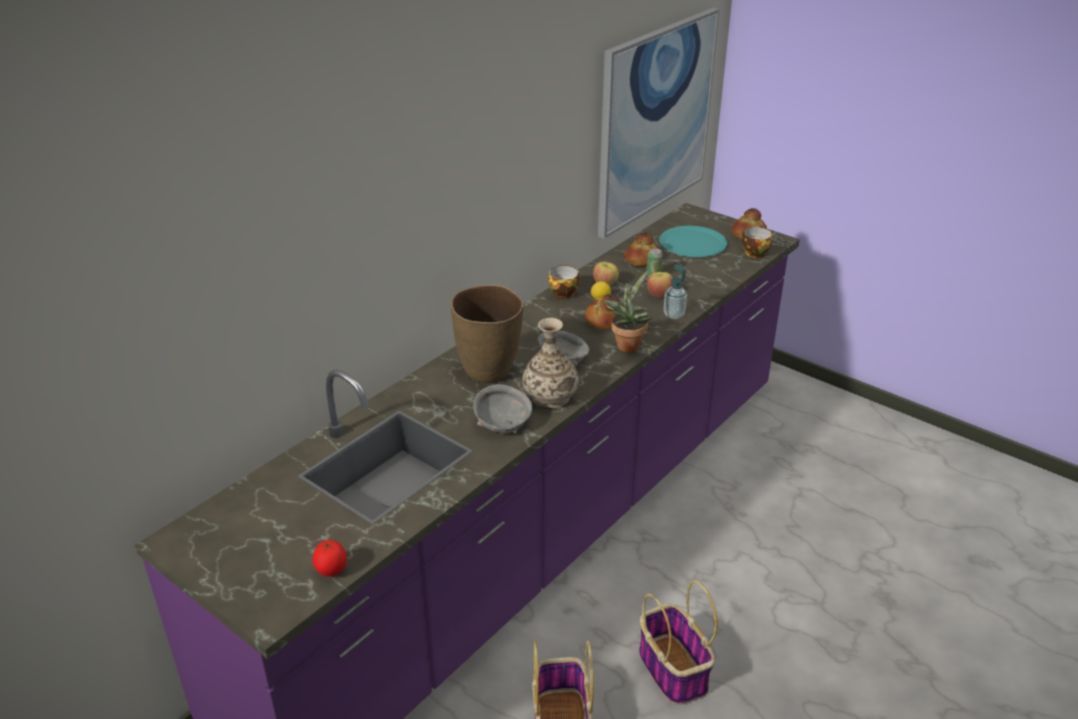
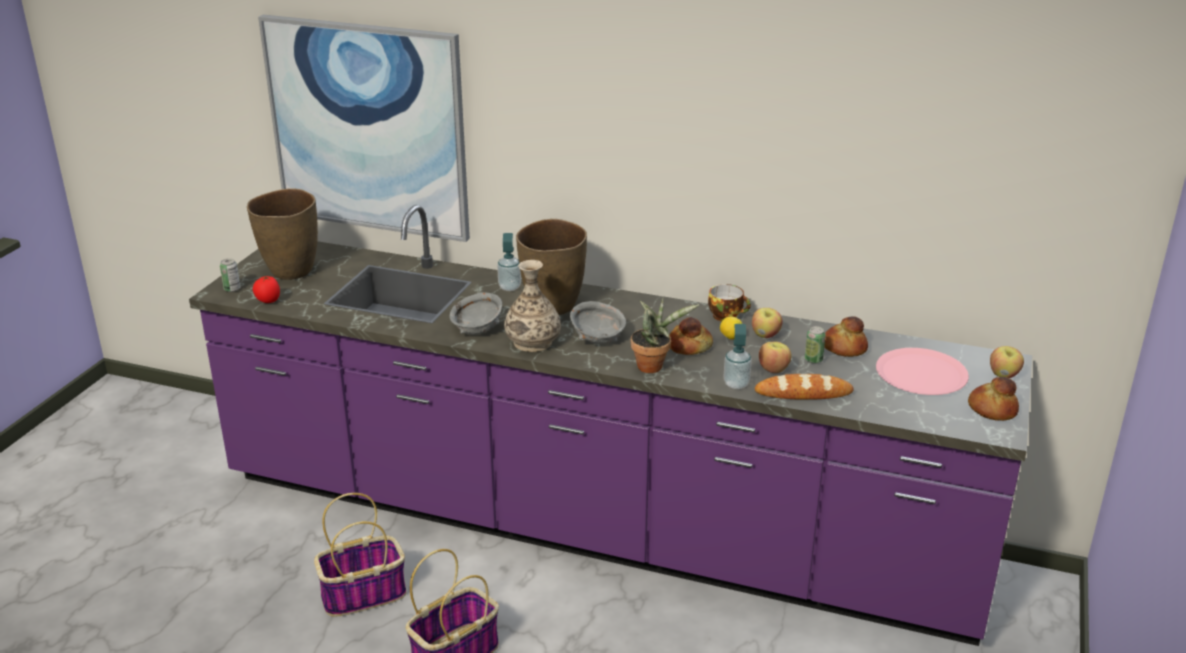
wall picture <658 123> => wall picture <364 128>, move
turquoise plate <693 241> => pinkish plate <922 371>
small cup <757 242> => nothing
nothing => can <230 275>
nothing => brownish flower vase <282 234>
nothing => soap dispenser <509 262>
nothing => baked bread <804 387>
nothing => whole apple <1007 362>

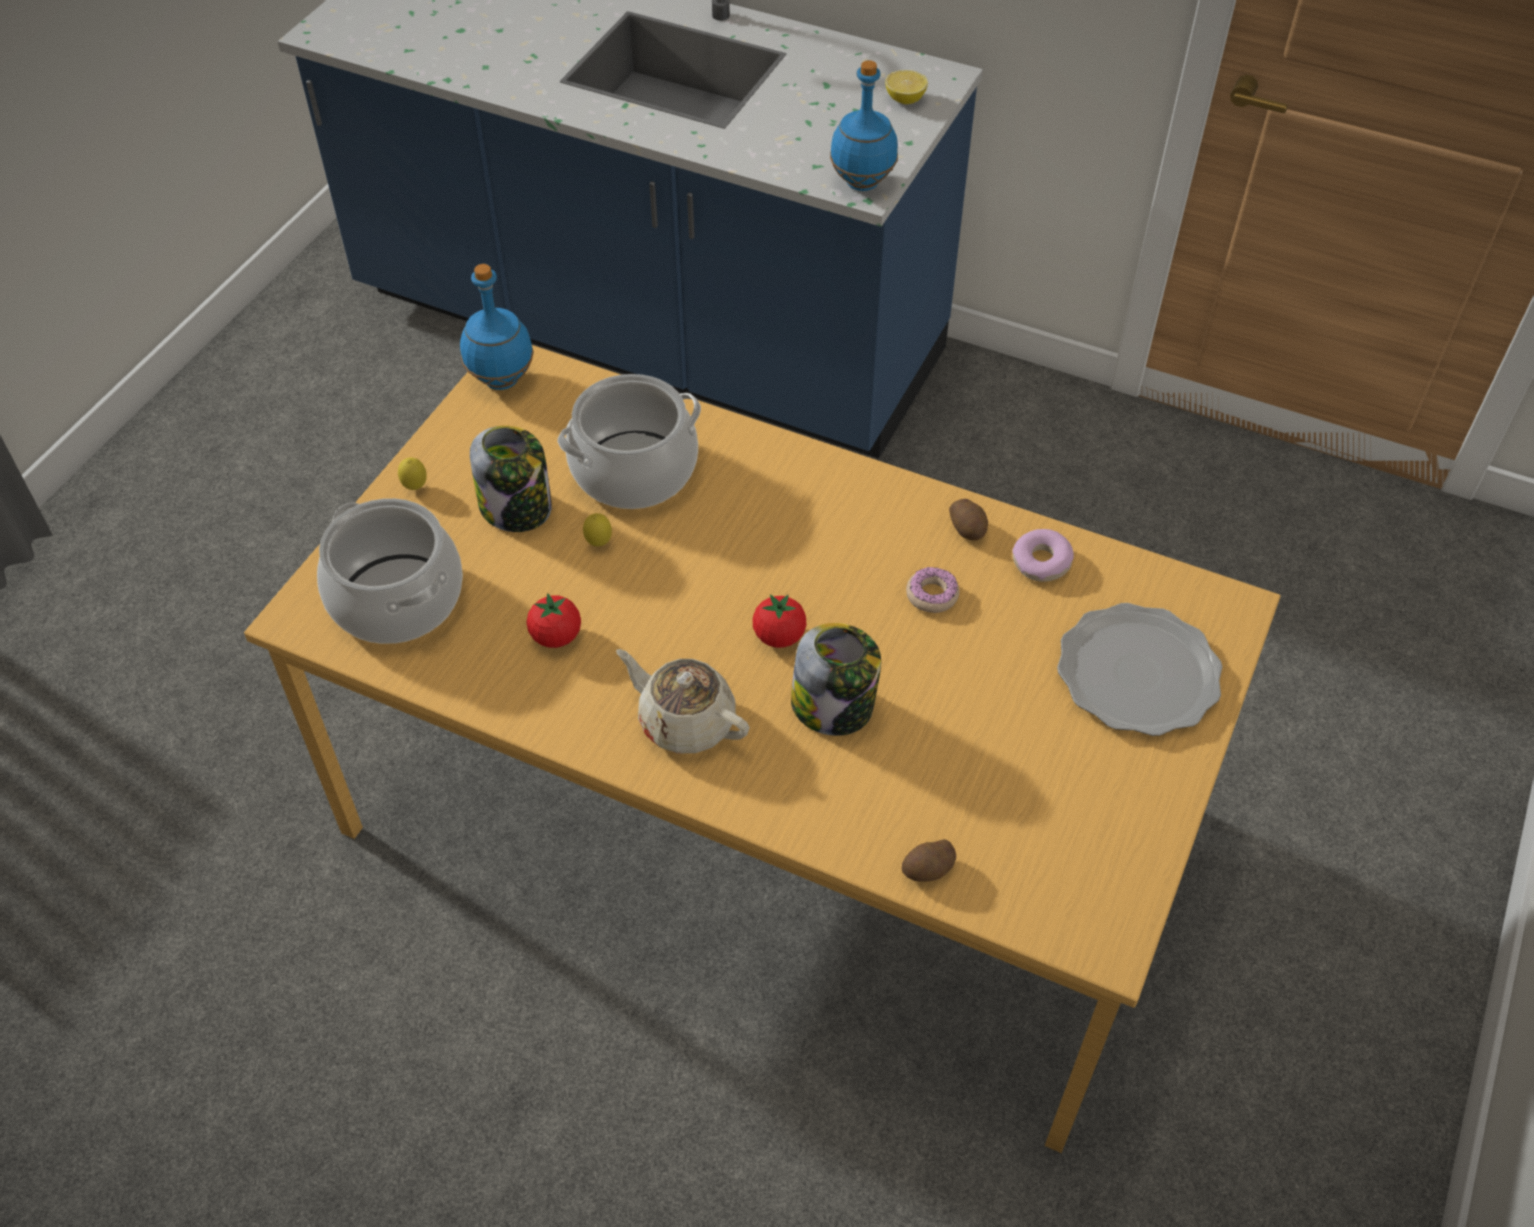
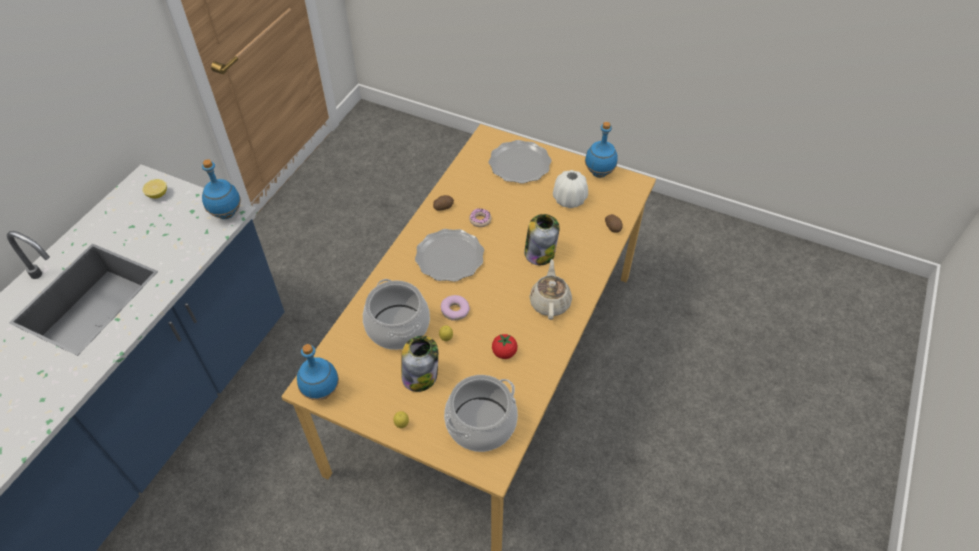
sand-coloured pot for tea <683 701> => sand-coloured pot for tea <550 289>, 150 degrees clockwise
whole tomato <779 621> => nothing
doughnut <1043 555> => doughnut <455 308>, move
nothing => plate <449 255>
nothing => white flower vase <570 189>
nothing => bluish bottle <601 150>

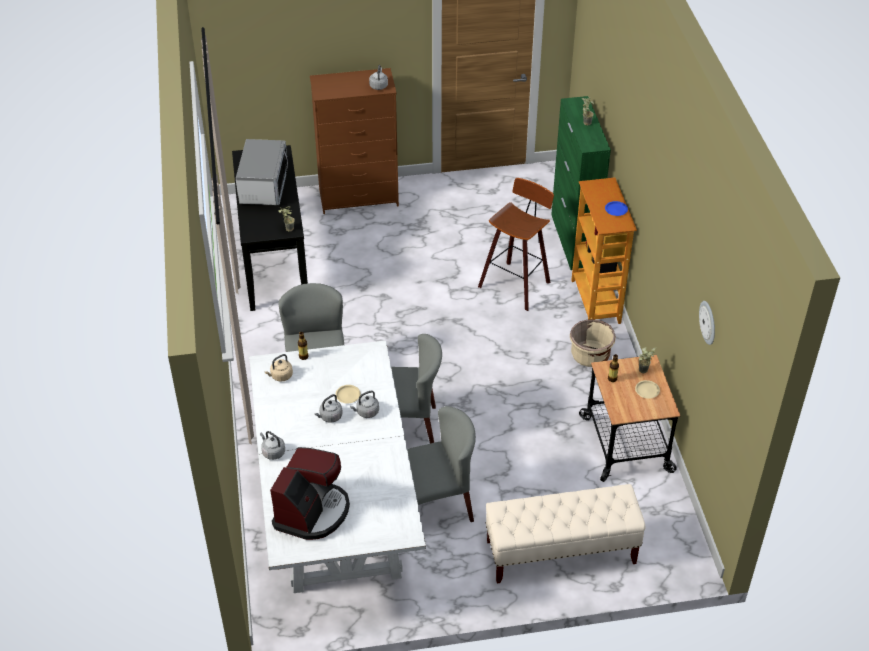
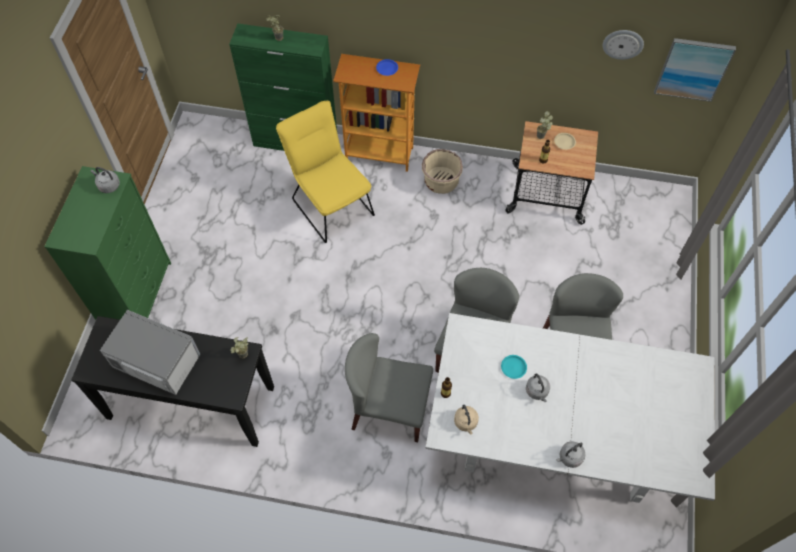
coffee maker <310 493> => nothing
brownish drawer chest <354 141> => green-coloured drawer chest <107 243>
sand-coloured plate <348 394> => turquoise plate <514 367>
grey kettle <364 404> => nothing
stool <516 244> => yellowish upright chair <325 172>
sand-coloured long seat <565 533> => nothing
nothing => wall picture <695 70>

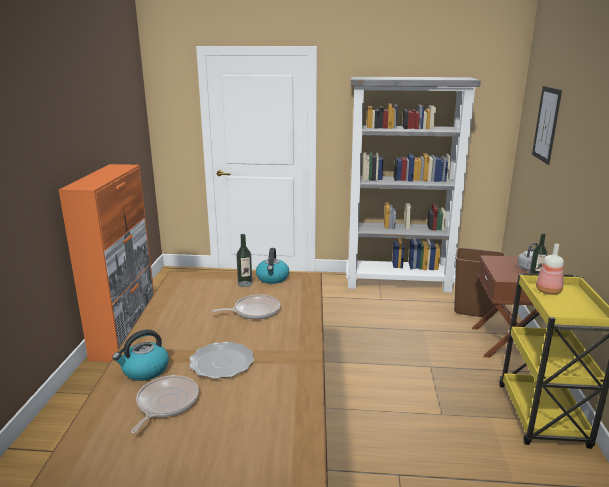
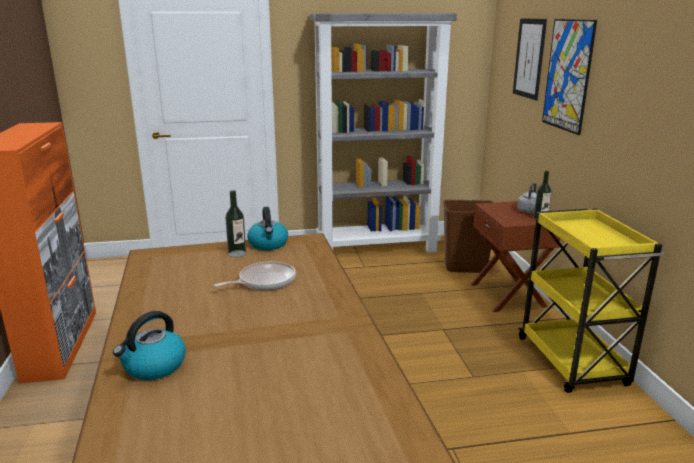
frying pan <165 404> => nothing
plate <221 360> => nothing
bottle <550 269> => nothing
nothing => wall picture <569 77>

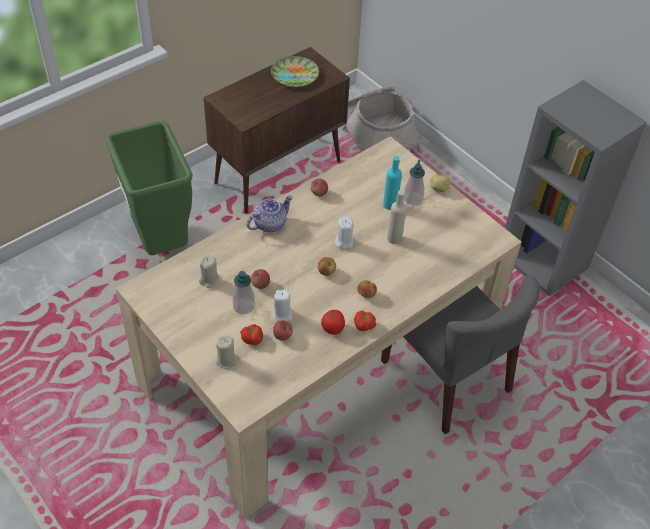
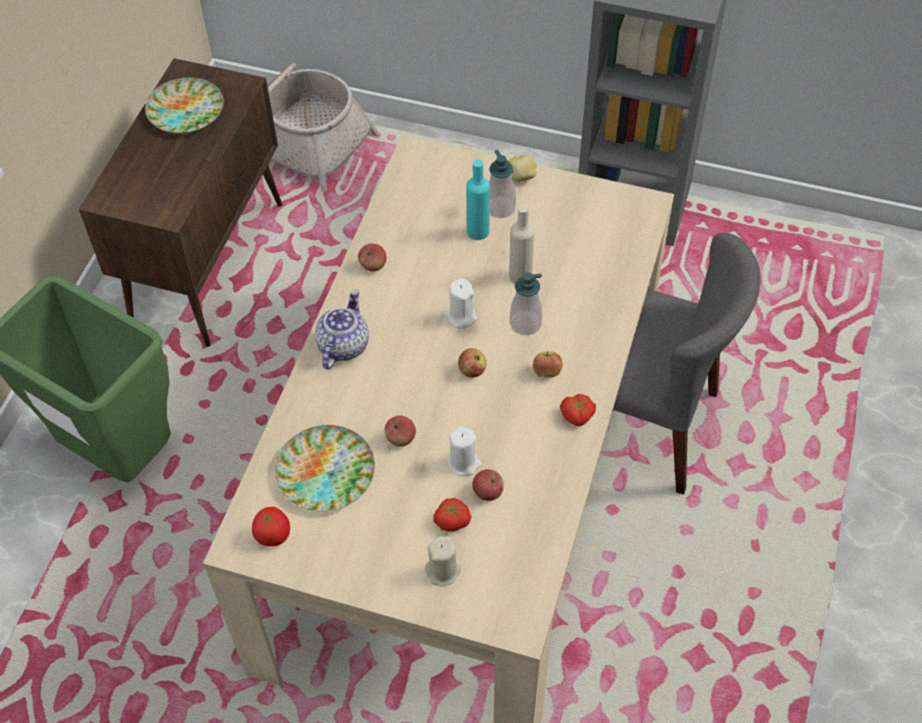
sand-coloured candle <209 271> => plate <325 468>
soap dispenser <244 292> => soap dispenser <526 303>, move
whole tomato <333 322> => whole tomato <271 526>, move

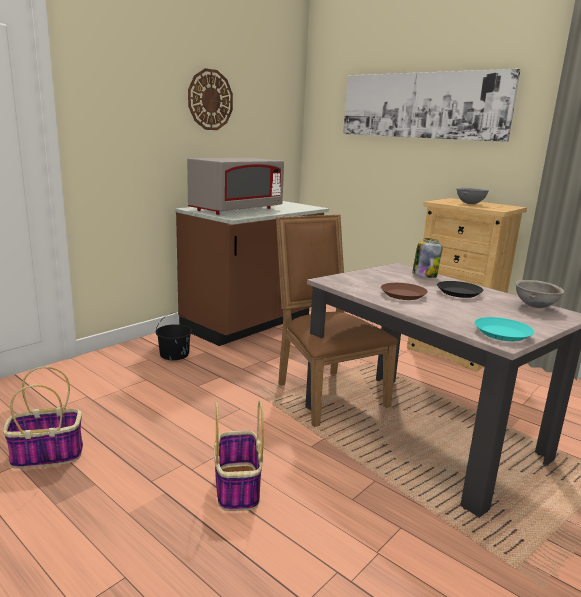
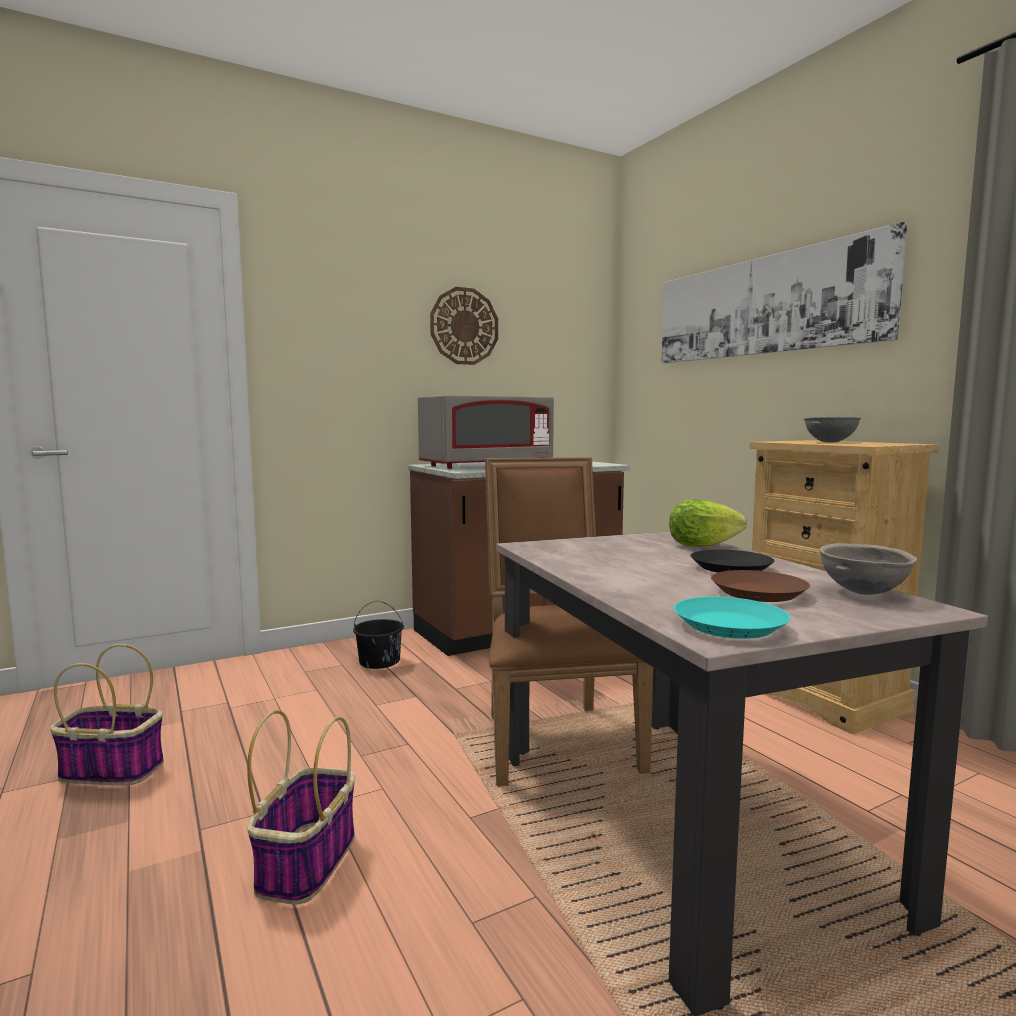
brownish plate <404 291> => brownish plate <760 586>, move
jar <427 258> => lettuce <708 523>

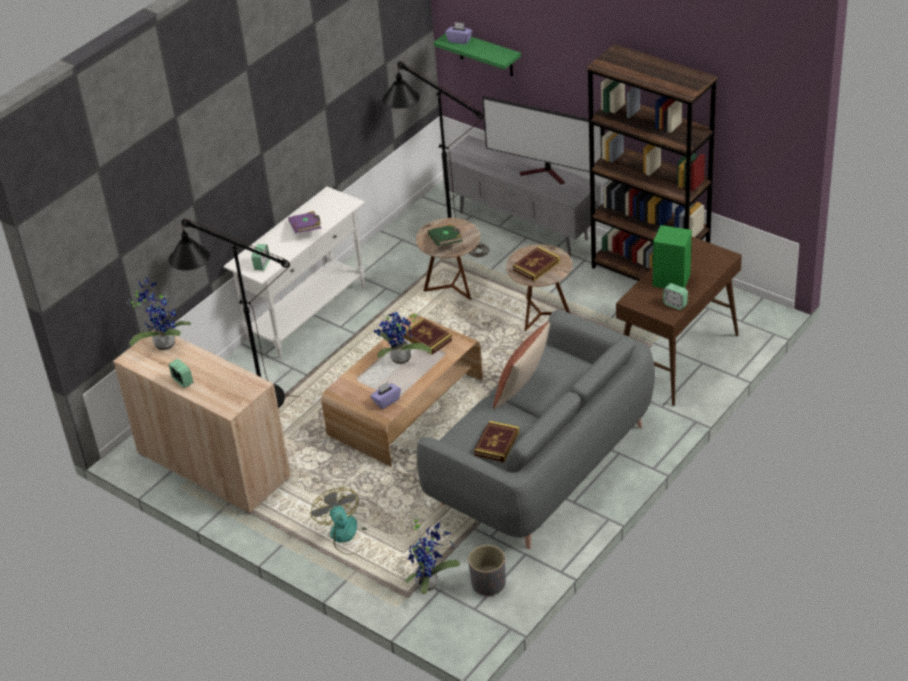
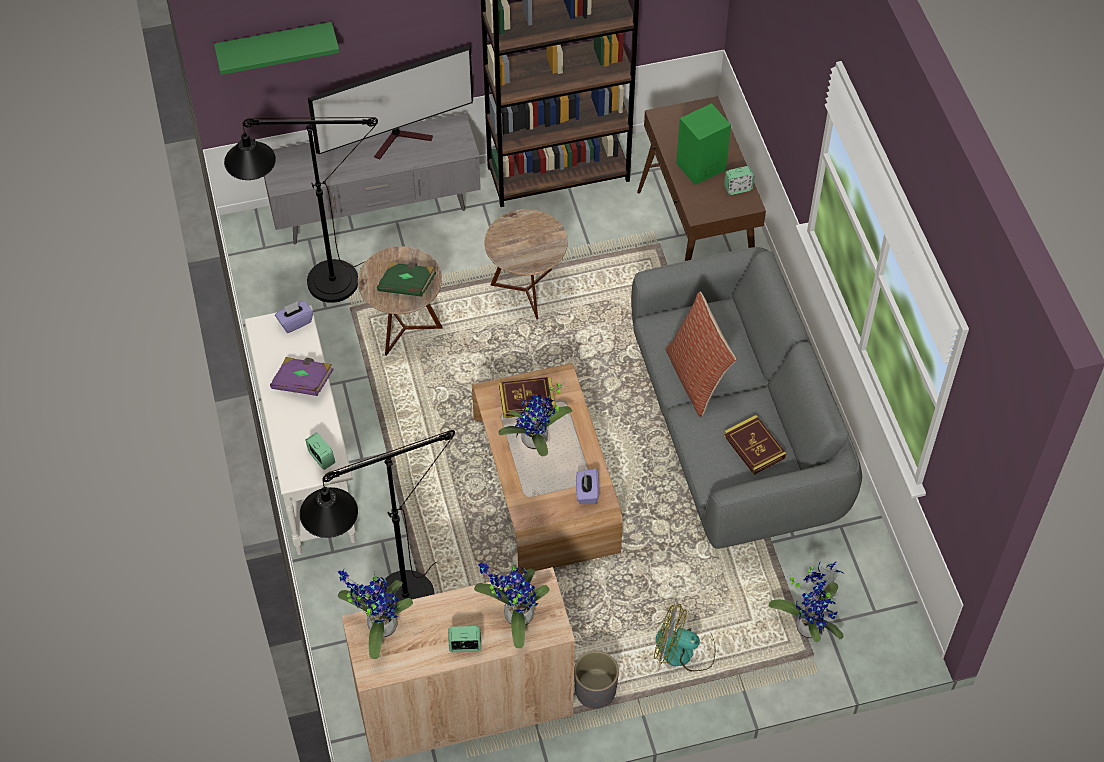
purplish tissue box <459 33> => purplish tissue box <294 317>, move
grey planter <487 571> => grey planter <596 680>, move
volume <536 263> => nothing
nothing => potted plant <511 604>

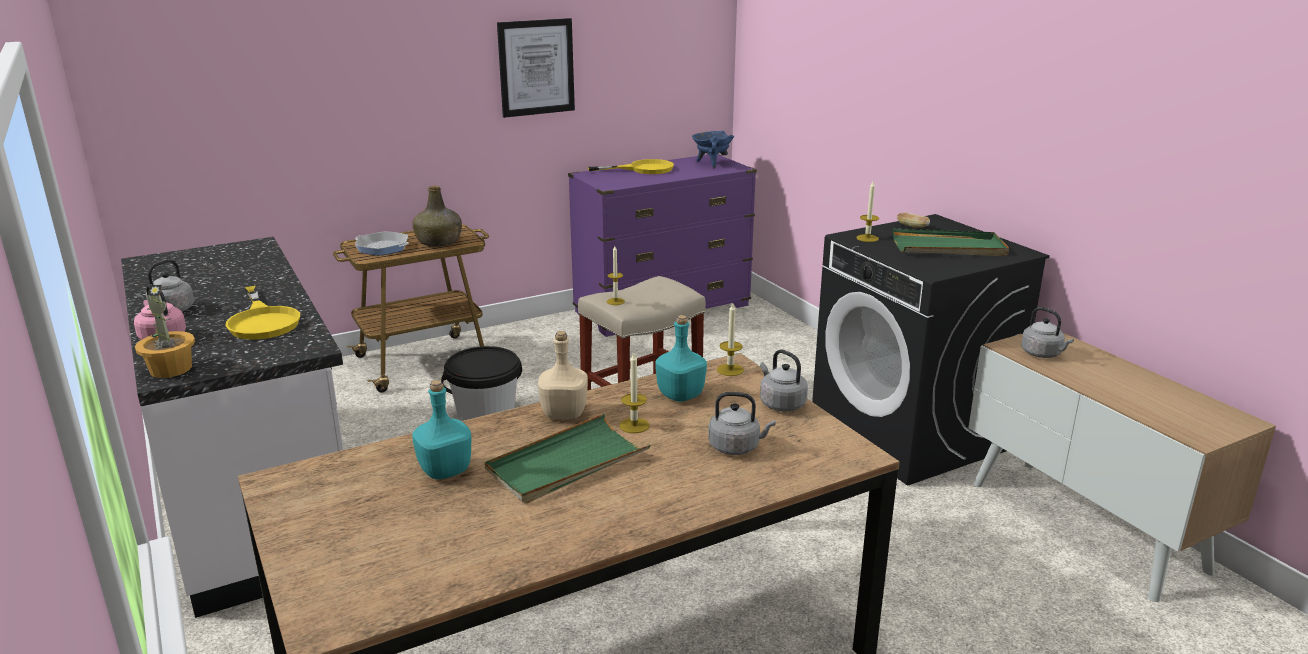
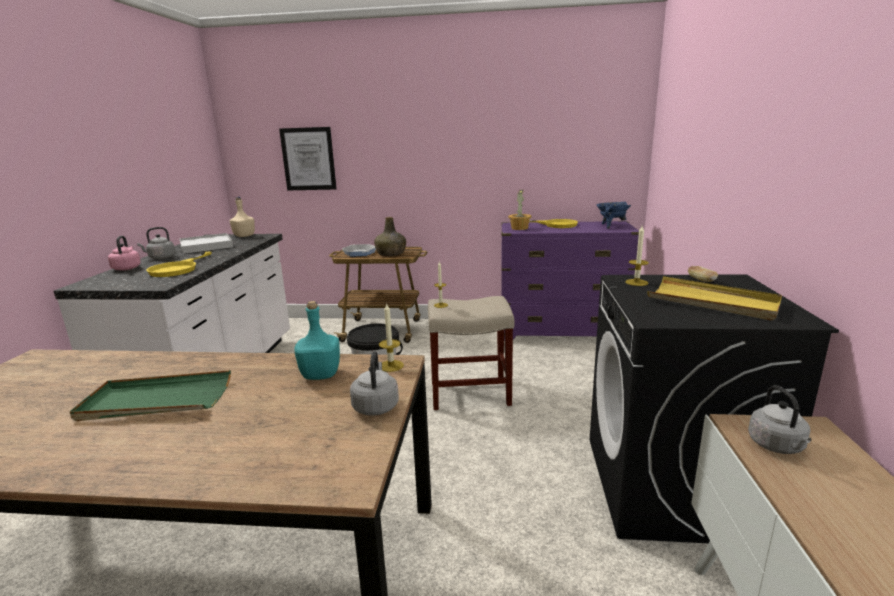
potted plant <165 331> => potted plant <520 210>, move
turquoise bottle <441 430> => nothing
wall picture <536 68> => wall picture <308 158>, move
sand-coloured bottle <563 375> => sand-coloured bottle <242 217>, move
candle <634 393> => nothing
grey kettle <742 423> => nothing
green-coloured carrying tray <951 242> => yellowish carrying tray <714 298>
nothing => white carrying tray <206 243>

